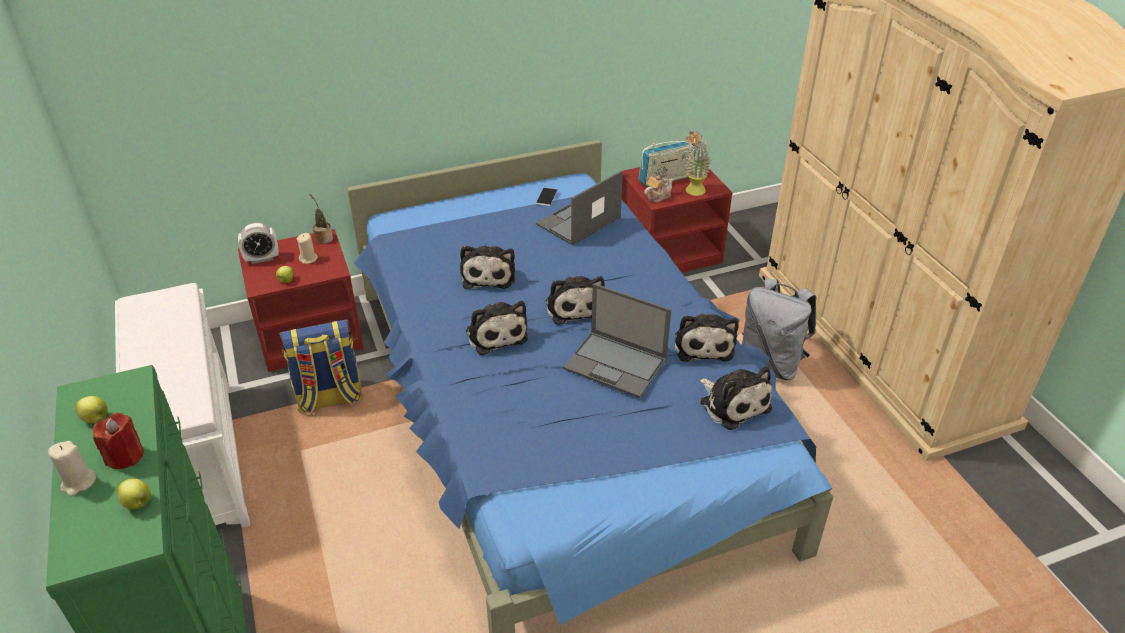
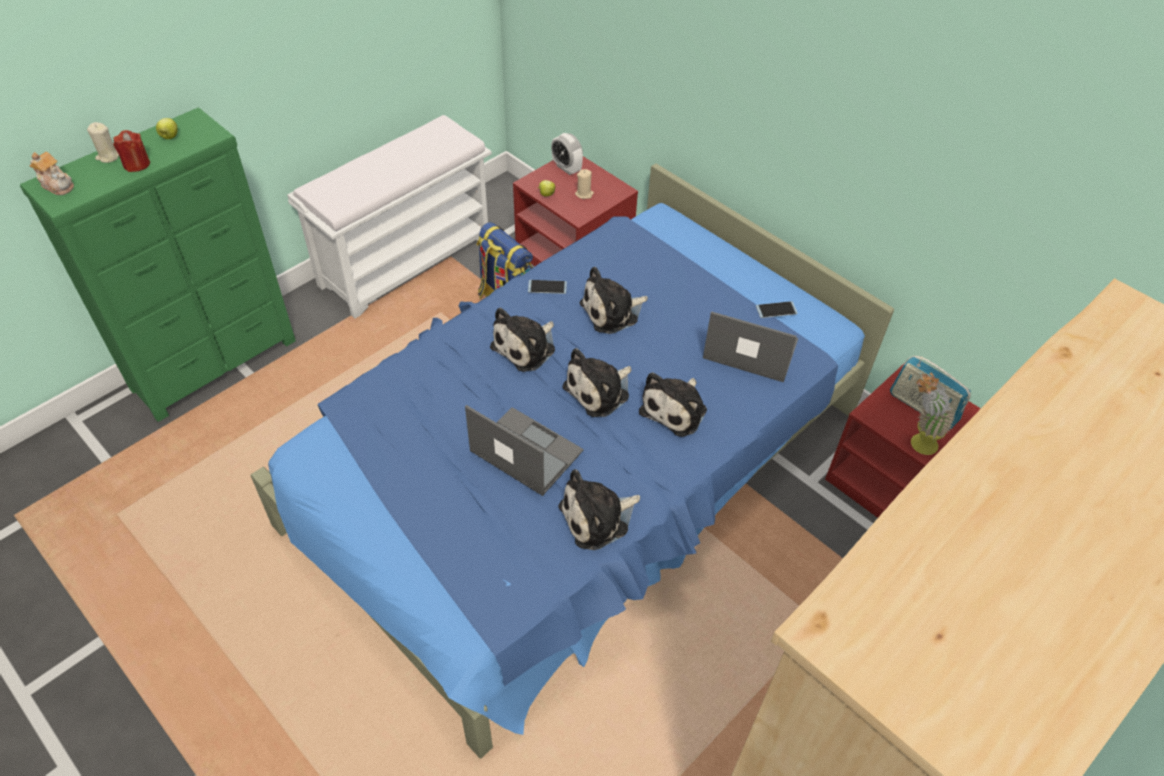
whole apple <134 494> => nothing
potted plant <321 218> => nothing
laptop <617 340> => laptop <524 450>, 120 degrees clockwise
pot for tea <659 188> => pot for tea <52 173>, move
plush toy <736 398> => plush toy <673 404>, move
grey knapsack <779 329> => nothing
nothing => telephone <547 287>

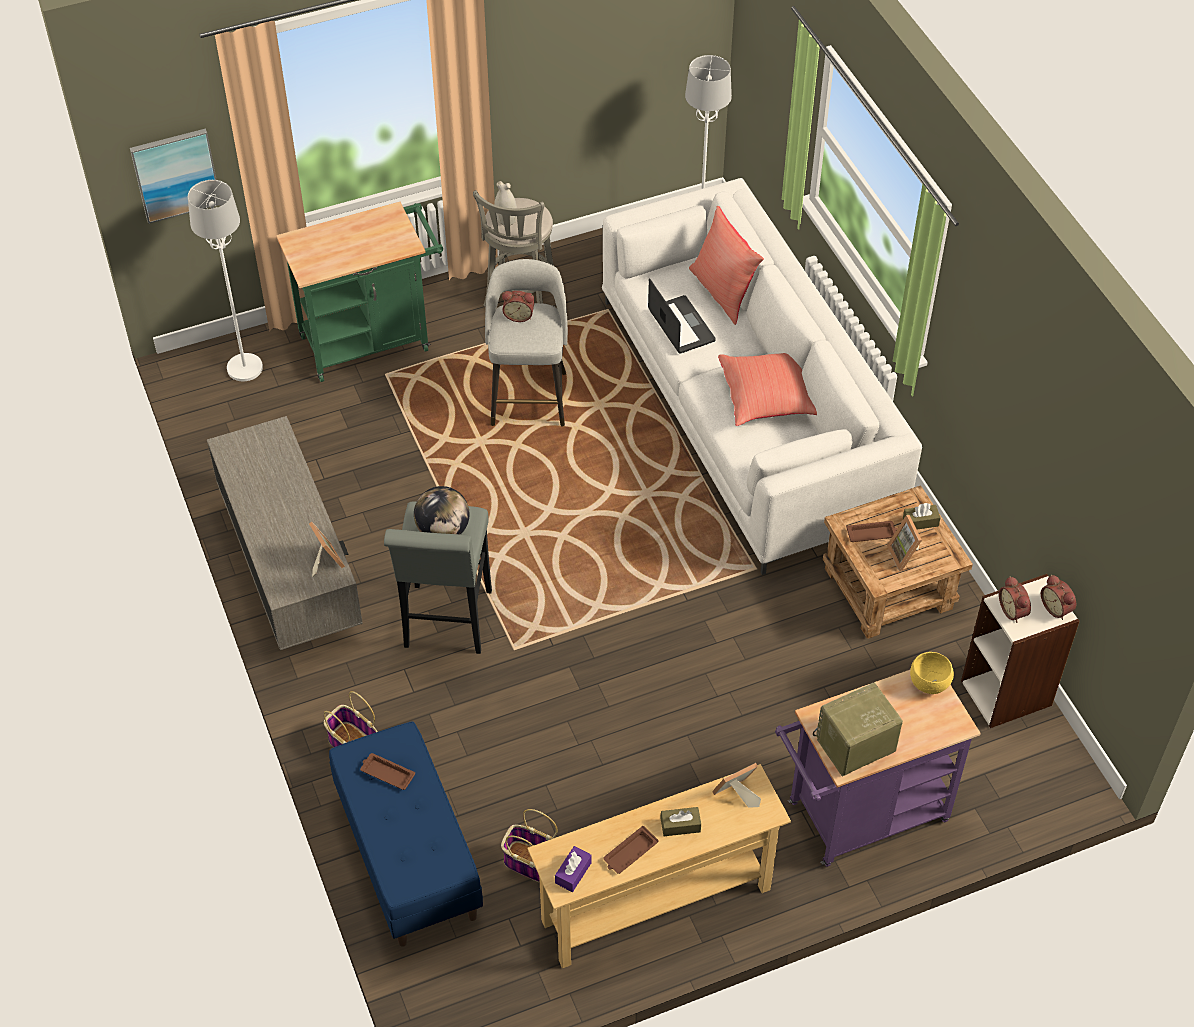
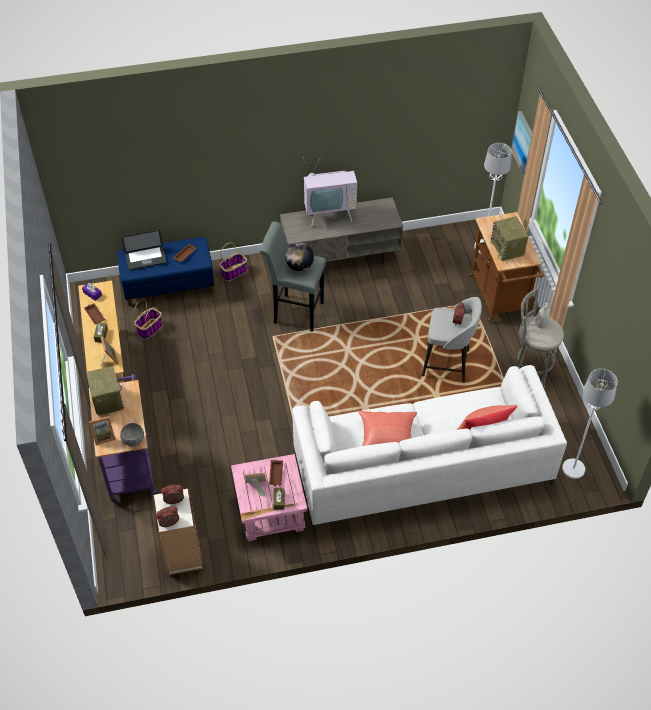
green-coloured wheeled cart <359 292> => brownish wheeled cart <506 267>
picture frame <327 549> => picture frame <102 430>, move
laptop <682 316> => laptop <144 250>, move
brownish side table <898 562> => pinkish side table <269 497>
yellowish deep dish <932 673> => grey deep dish <132 434>
nothing => TV <330 190>
nothing => radio receiver <509 238>

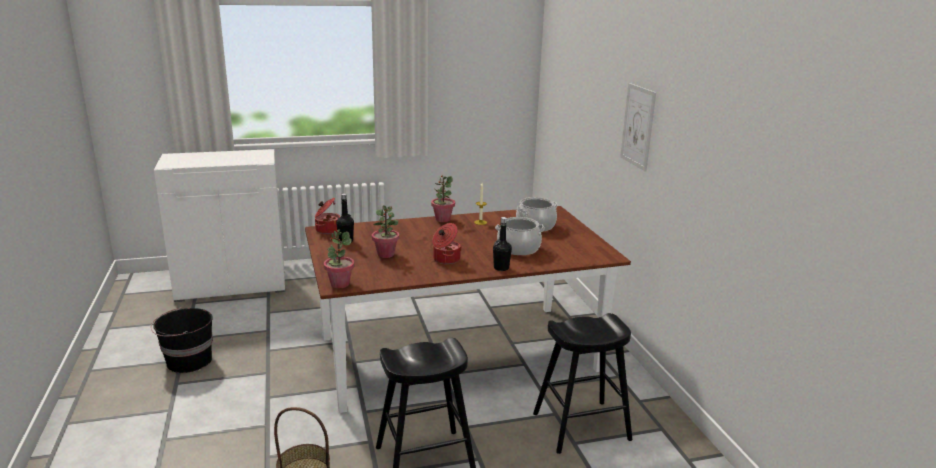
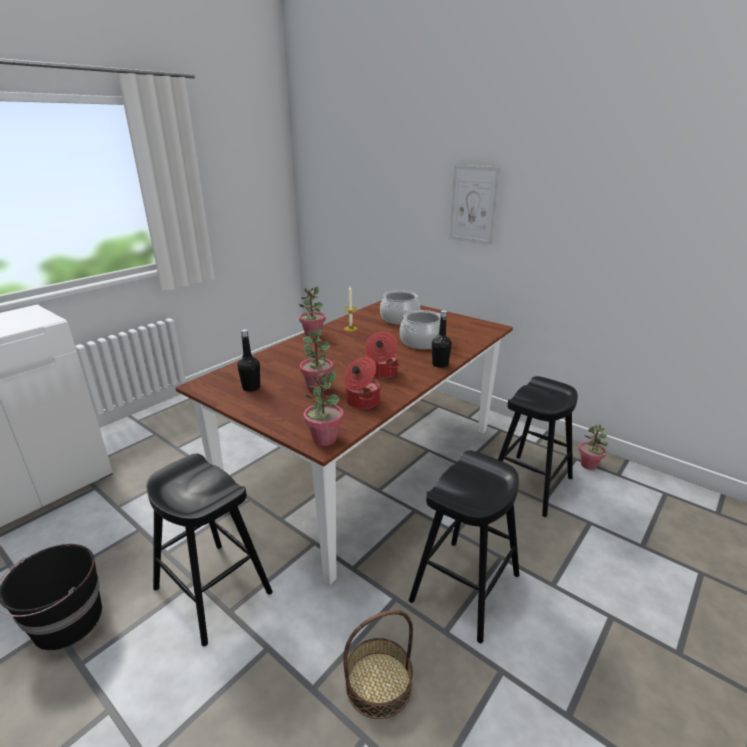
saucepot <327 216> => saucepot <362 383>, move
nothing => black stool <209 549>
nothing => potted plant <593 447>

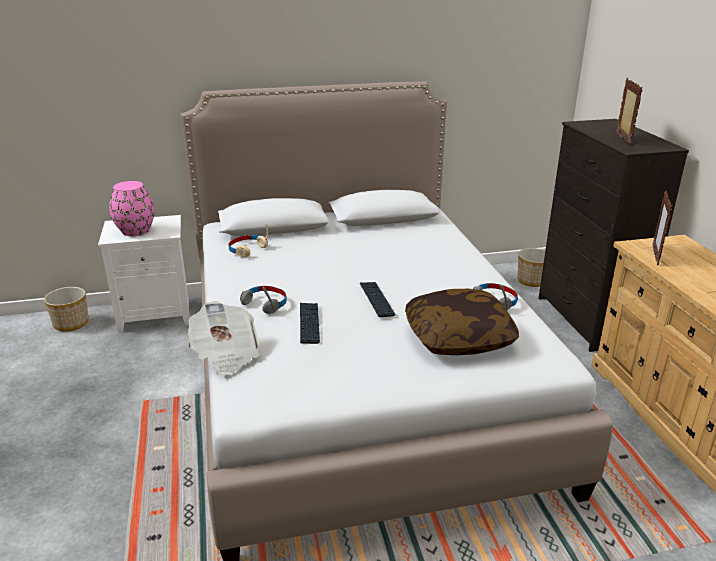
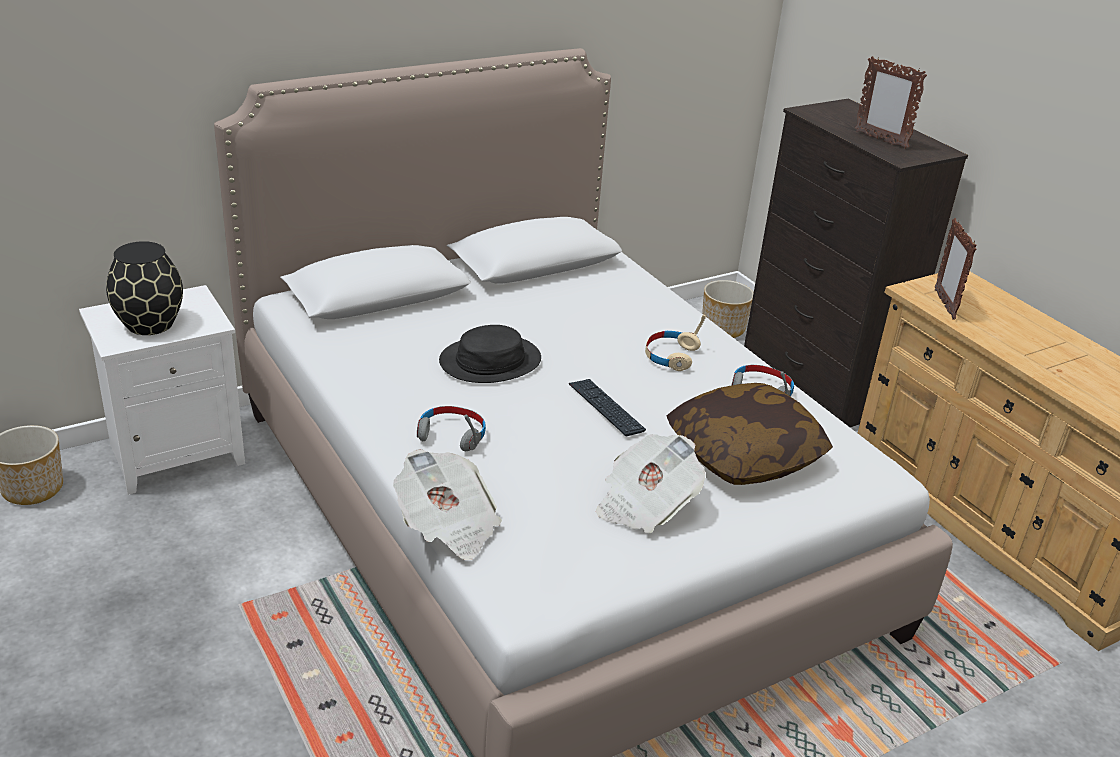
pinkish flower vase <132 208> => black flower vase <144 288>
sand-coloured headphones <248 240> => sand-coloured headphones <675 343>, move
computer keyboard <310 323> => nothing
picture frame <629 111> => picture frame <891 102>, 150 degrees clockwise
nothing => black clothing hat <490 354>
nothing => printed paper <650 483>

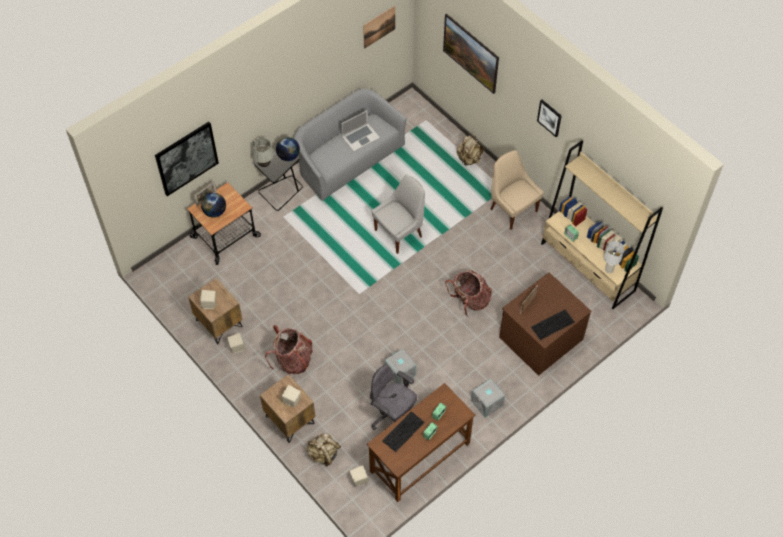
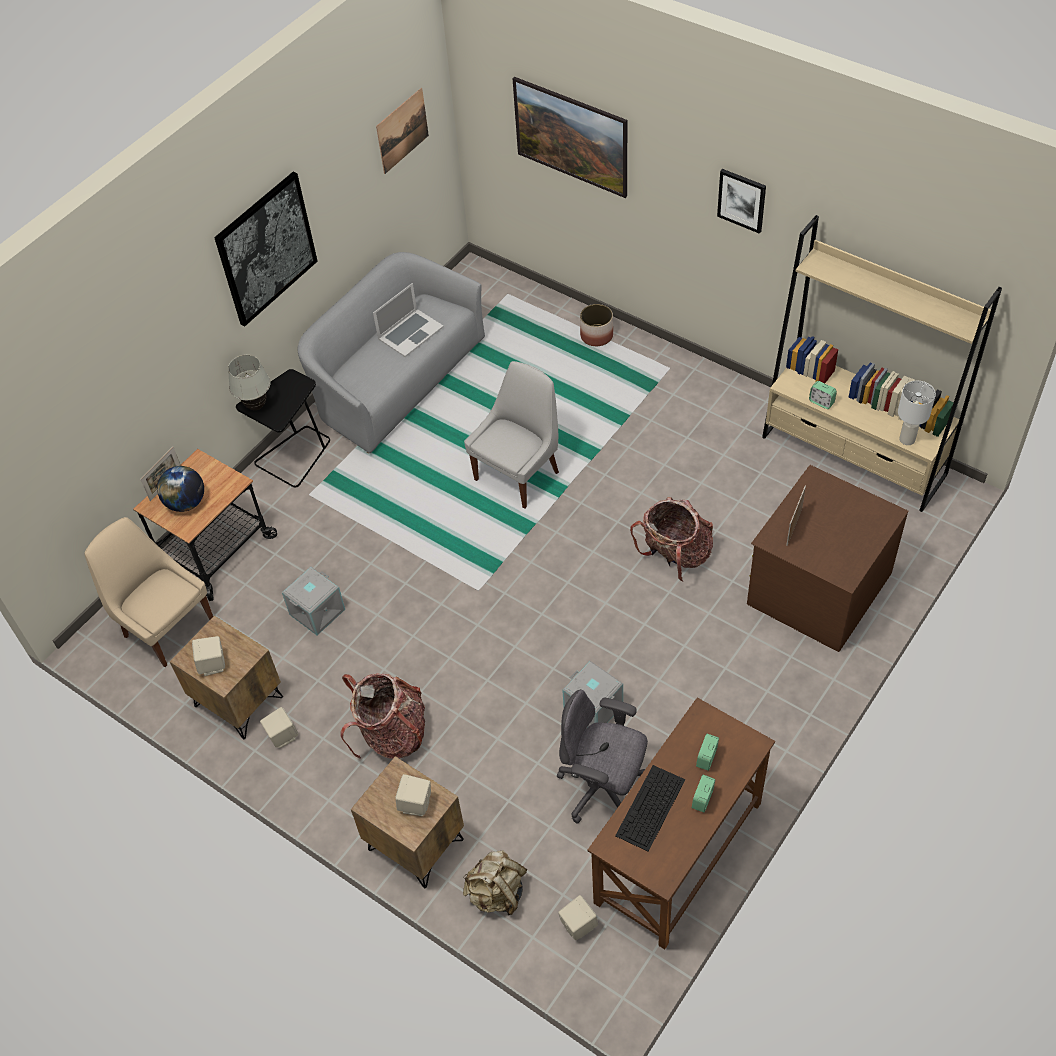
wall picture <187 159> => wall picture <266 249>, move
world globe <288 149> => nothing
sand-coloured knapsack <469 150> => planter <596 325>
grey storage container <488 398> => grey storage container <313 601>, move
sand-coloured upright chair <516 189> => sand-coloured upright chair <148 592>, move
computer keyboard <553 325> => nothing

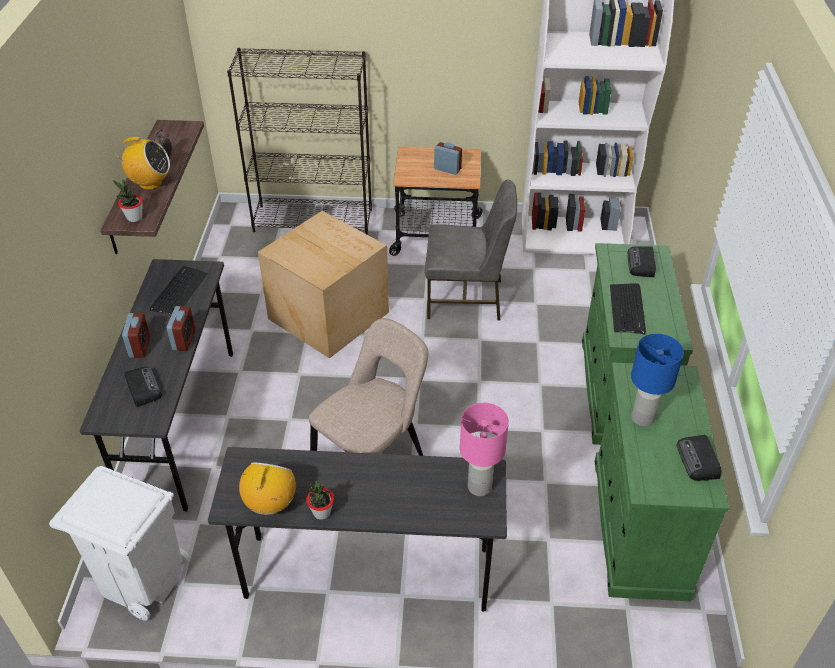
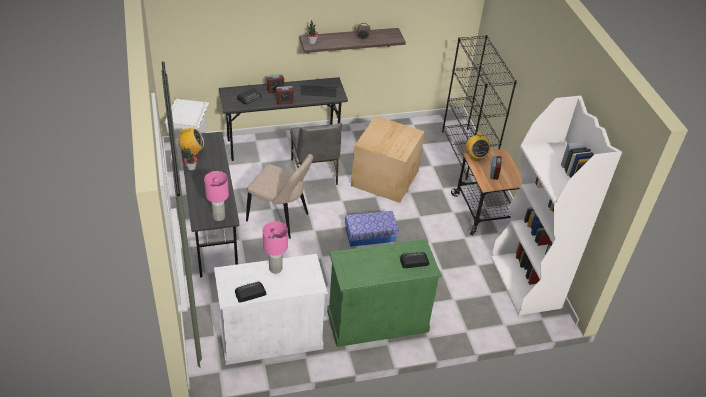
radio receiver <141 163> => radio receiver <478 146>, move
grey upright chair <471 249> => grey upright chair <316 154>, move
green-coloured storage cabinet <662 482> => white storage cabinet <270 309>
computer keyboard <628 308> => nothing
bluish table lamp <657 380> => pinkish table lamp <275 247>
nothing => storage container <372 229>

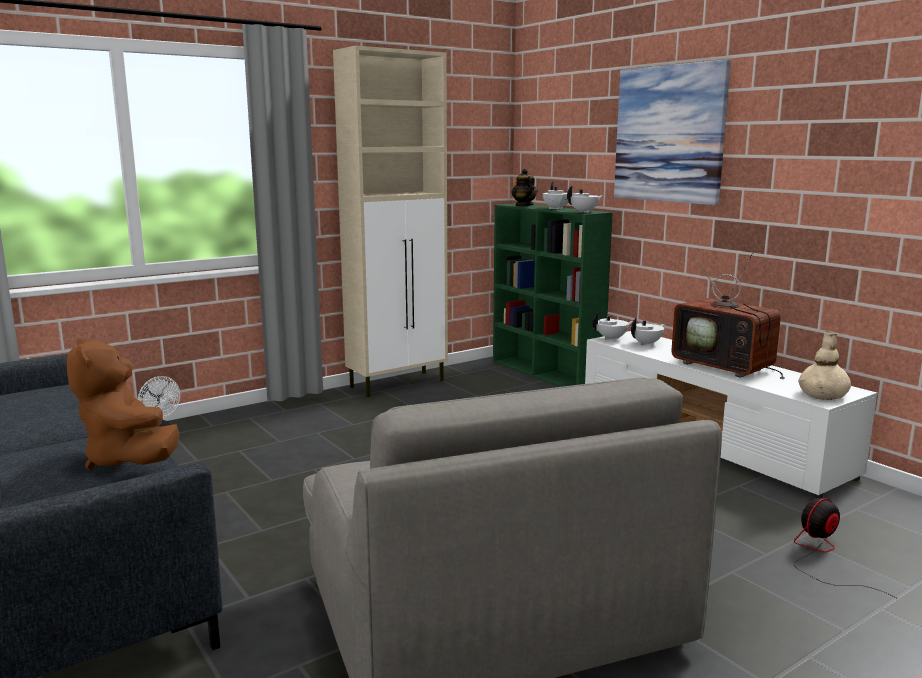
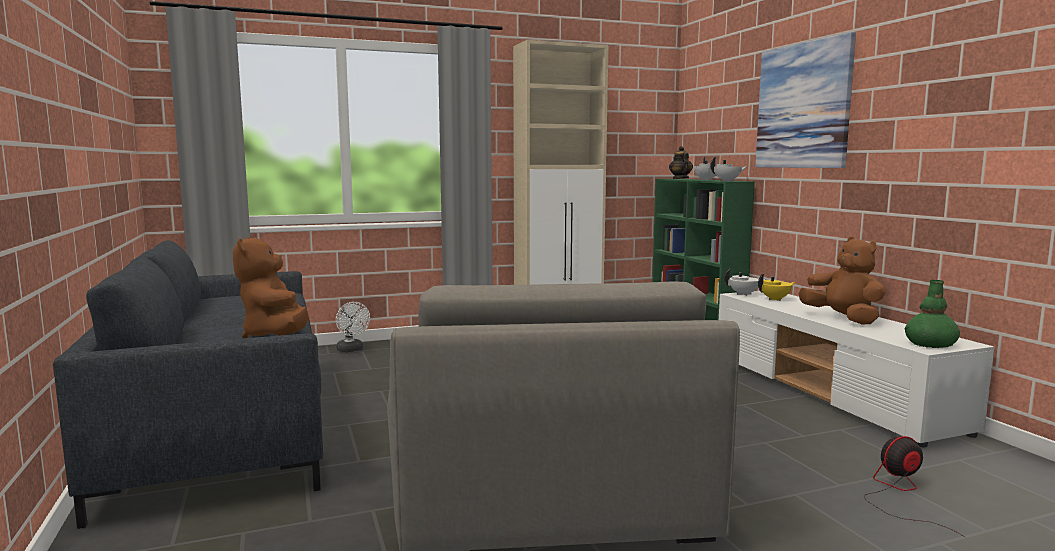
white pot for tea <648 332> => yellowish pot for tea <776 287>
TV <728 315> => brownish plush toy <842 281>
sand-coloured flower vase <824 365> => green-coloured flower vase <932 314>

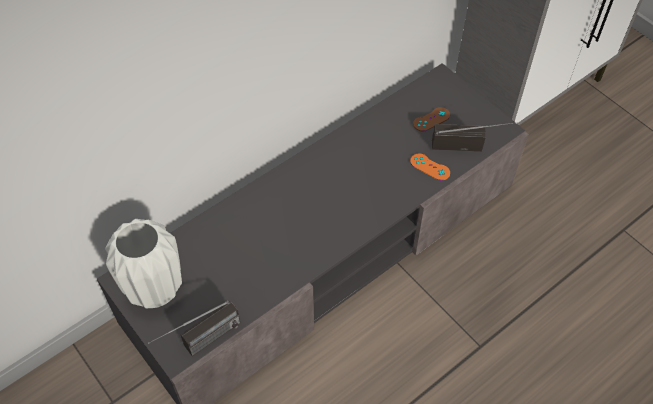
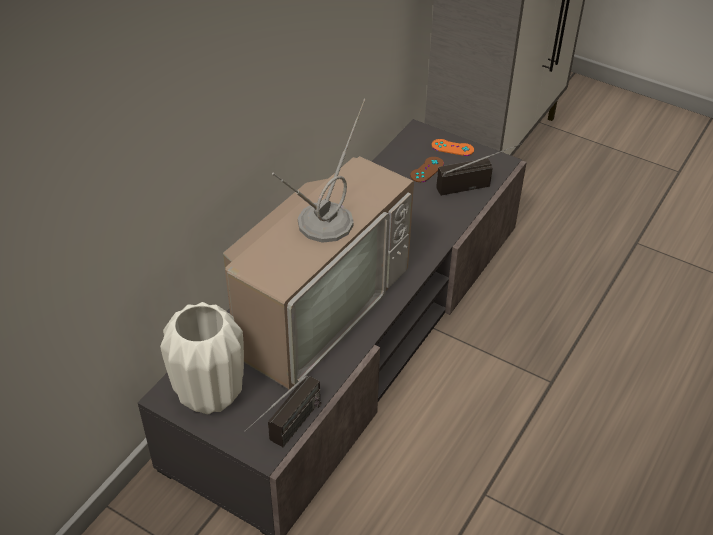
orange-coloured joypad <430 166> => orange-coloured joypad <453 147>, move
nothing => TV <318 244>

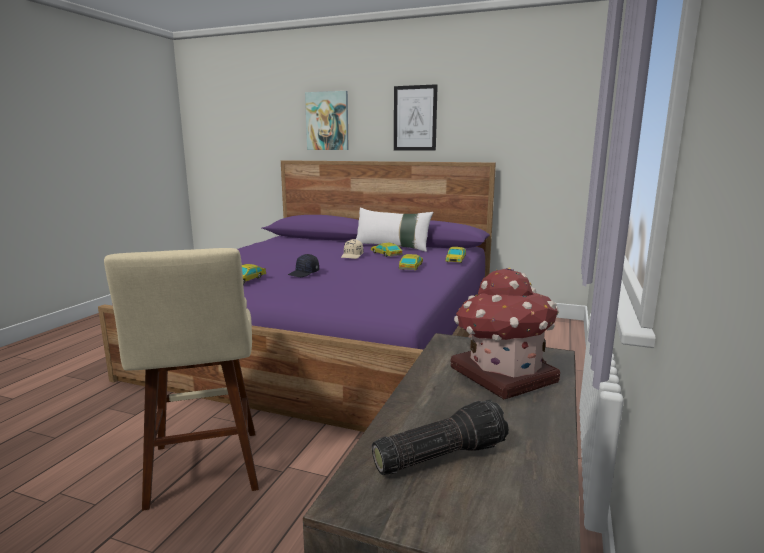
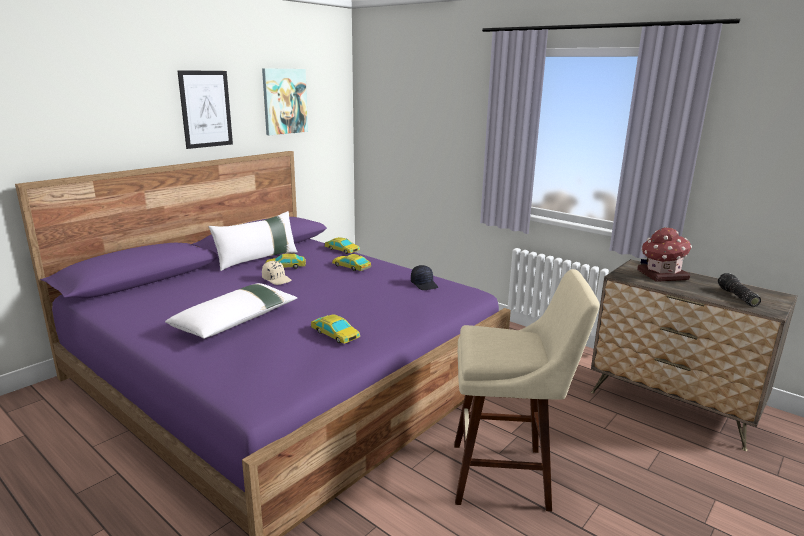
black baseball cap <303 265> => black baseball cap <424 277>, move
wall picture <327 120> => wall picture <285 101>, move
nothing => white throw pillow <231 311>

